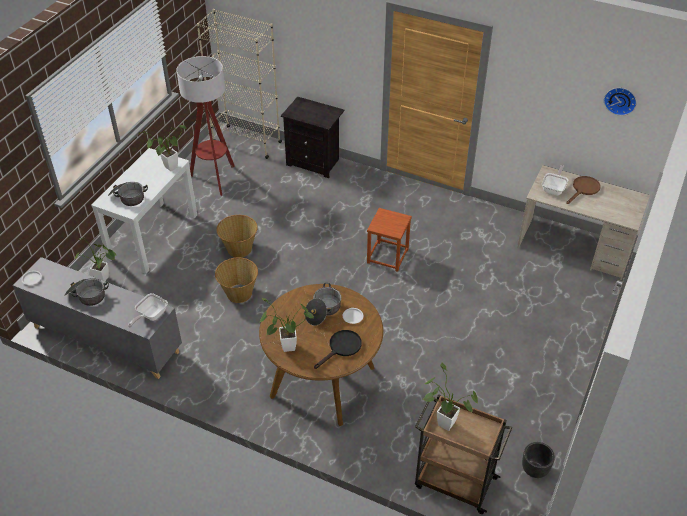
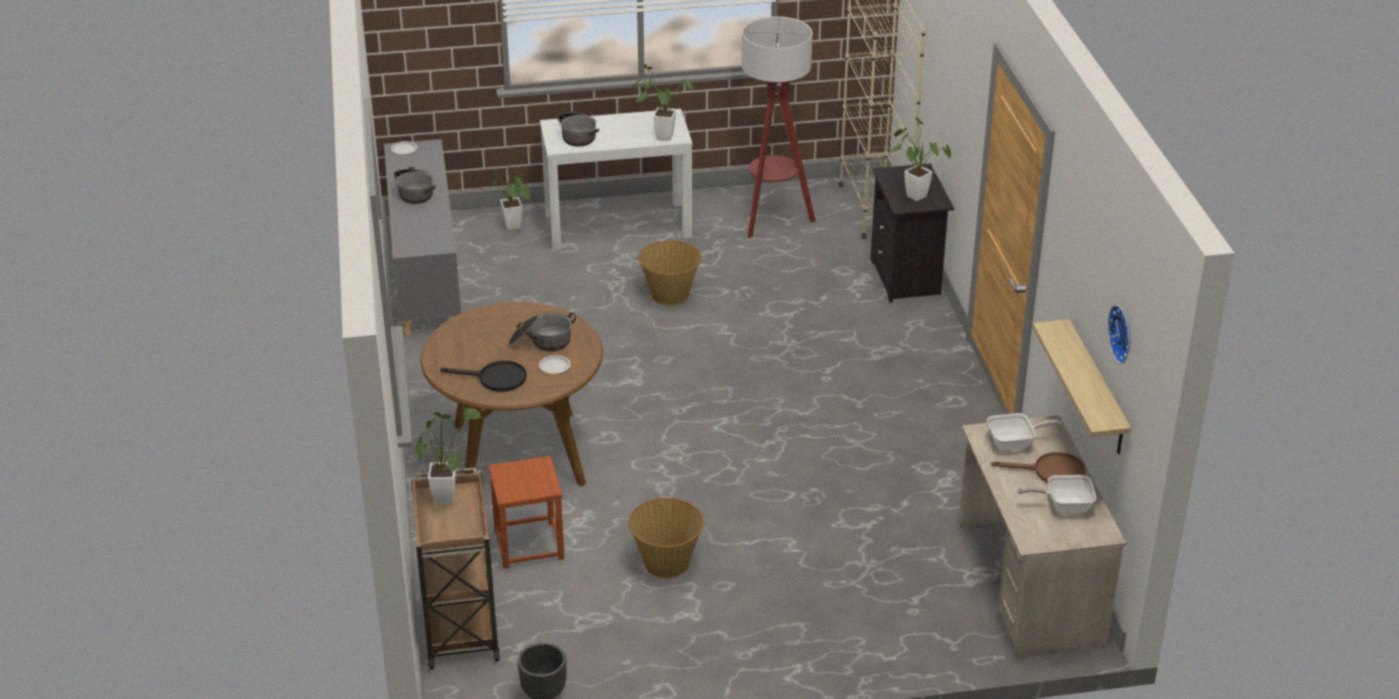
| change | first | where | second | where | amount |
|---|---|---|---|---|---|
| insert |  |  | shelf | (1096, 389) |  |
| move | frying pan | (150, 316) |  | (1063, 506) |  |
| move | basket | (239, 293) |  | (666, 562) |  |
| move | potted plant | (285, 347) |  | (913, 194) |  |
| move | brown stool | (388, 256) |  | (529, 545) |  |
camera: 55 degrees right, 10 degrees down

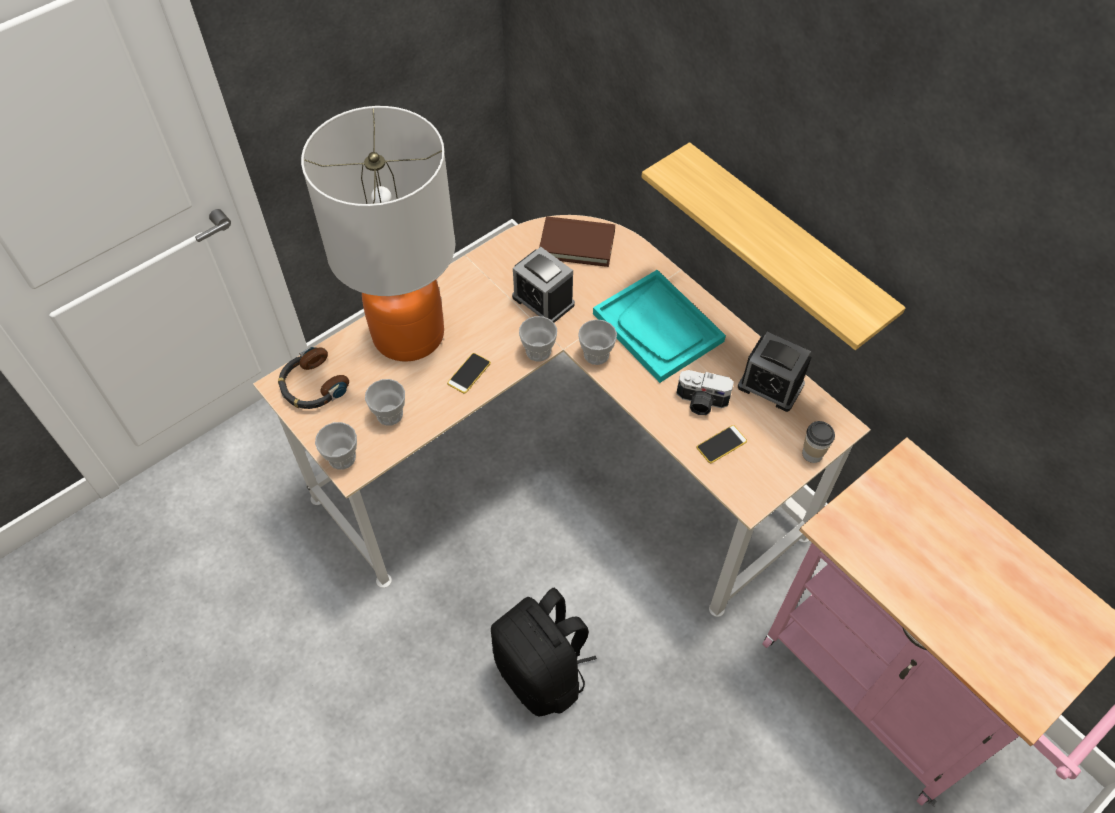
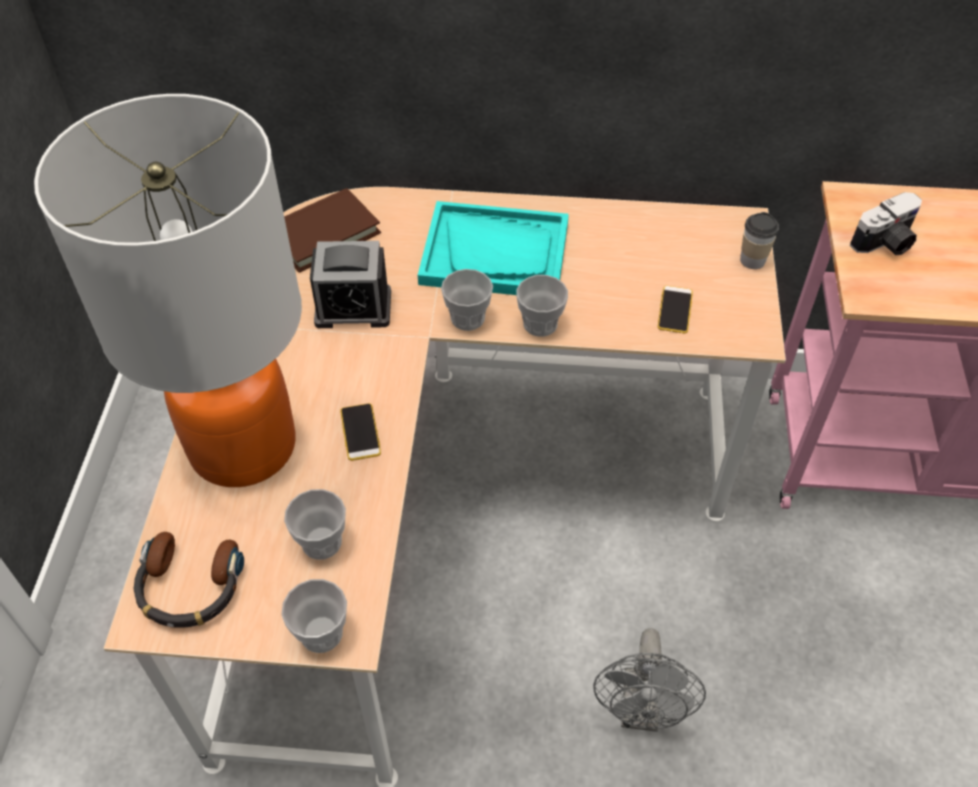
| change | first | where | second | where | amount |
|---|---|---|---|---|---|
| delete | shelf | (783, 247) |  |  |  |
| delete | alarm clock | (770, 386) |  |  |  |
| move | cup | (538, 351) |  | (540, 324) |  |
| move | photo camera | (701, 402) |  | (886, 243) |  |
| replace | black backpack | (542, 673) | grey fan | (641, 712) |  |
camera: 45 degrees left, 5 degrees down

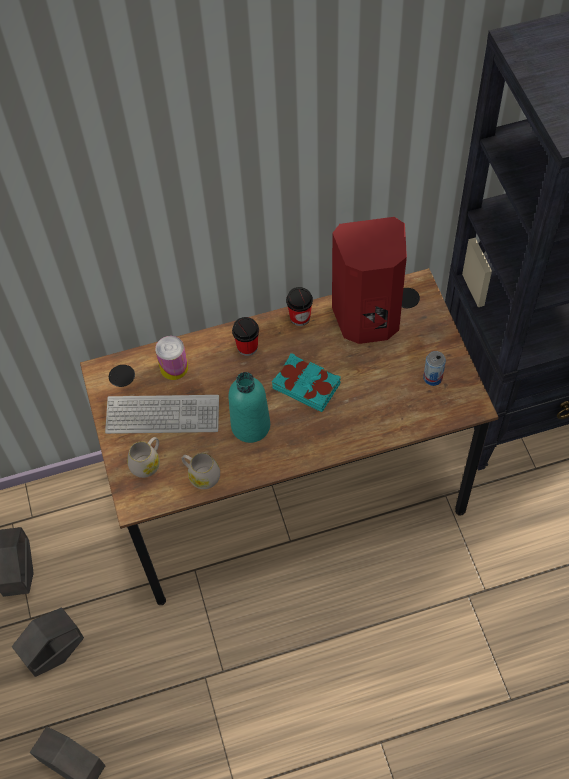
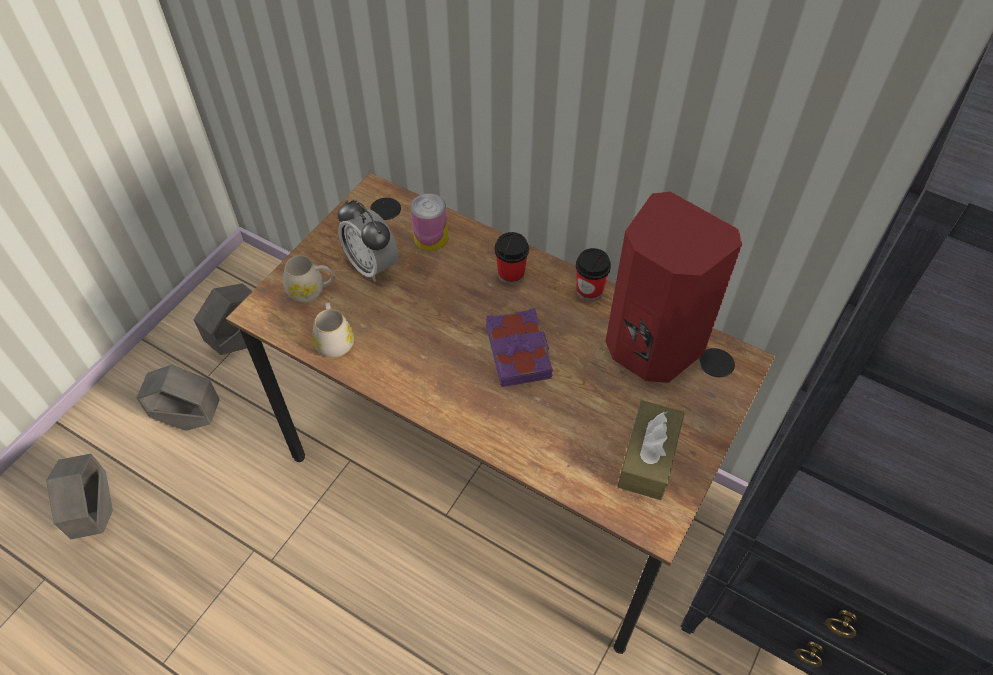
| change | first | where | second | where | amount |
|---|---|---|---|---|---|
| delete | turquoise bottle | (250, 426) |  |  |  |
| replace | keyboard | (163, 415) | alarm clock | (372, 266) |  |
| replace | can | (432, 377) | brown tissue box | (648, 458) |  |
| recolor | turquoise book | (306, 385) | purple book | (519, 352) |  |
camera: 45 degrees right, 5 degrees down

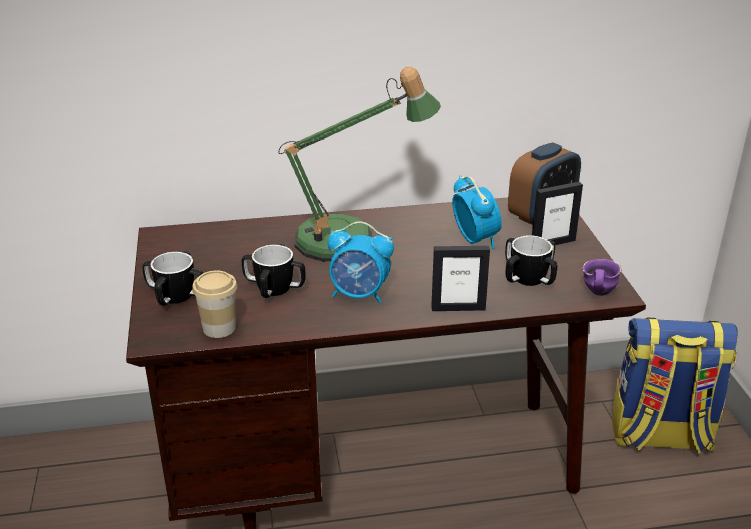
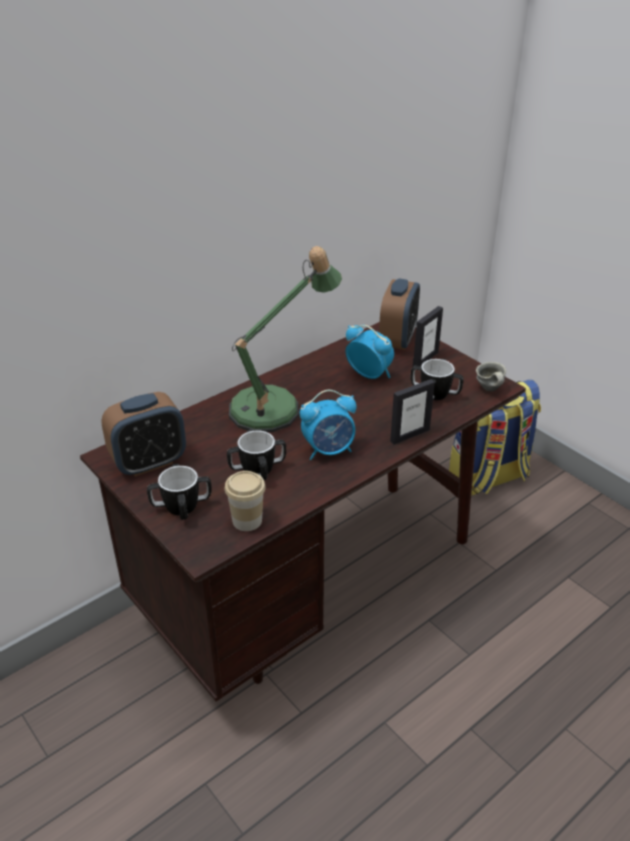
| change | first | where | second | where | amount |
|---|---|---|---|---|---|
| insert |  |  | alarm clock | (149, 462) |  |
| recolor | purple mug | (596, 293) | grey mug | (488, 390) |  |
camera: 30 degrees left, 5 degrees up

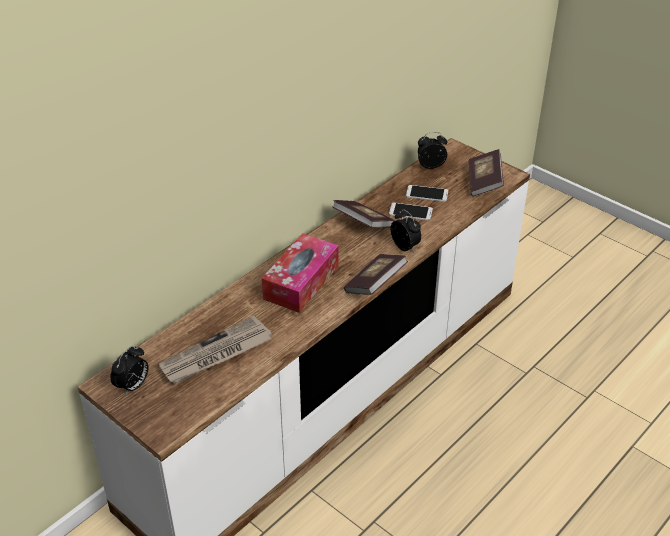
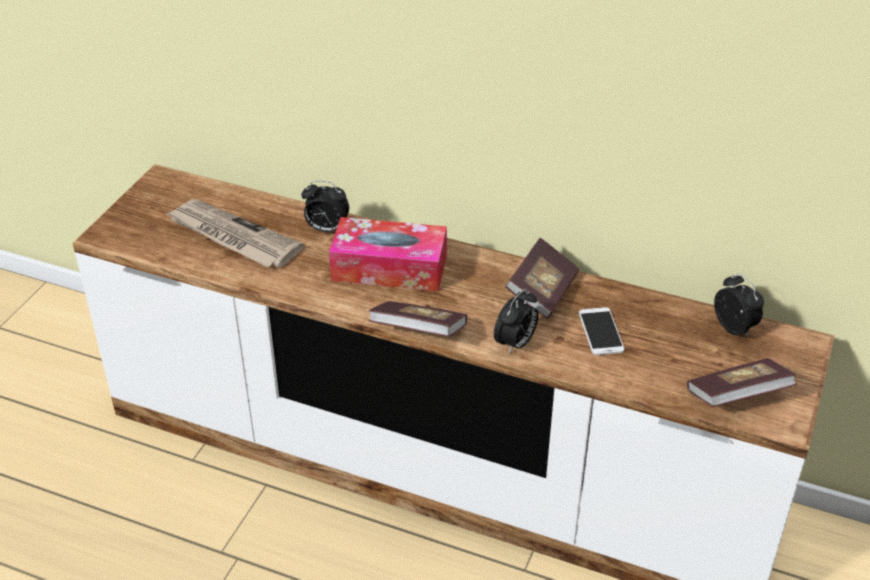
| change | first | where | second | where | amount |
|---|---|---|---|---|---|
| delete | phone | (427, 194) |  |  |  |
| move | alarm clock | (133, 386) |  | (326, 229) |  |
camera: 70 degrees right, 0 degrees up

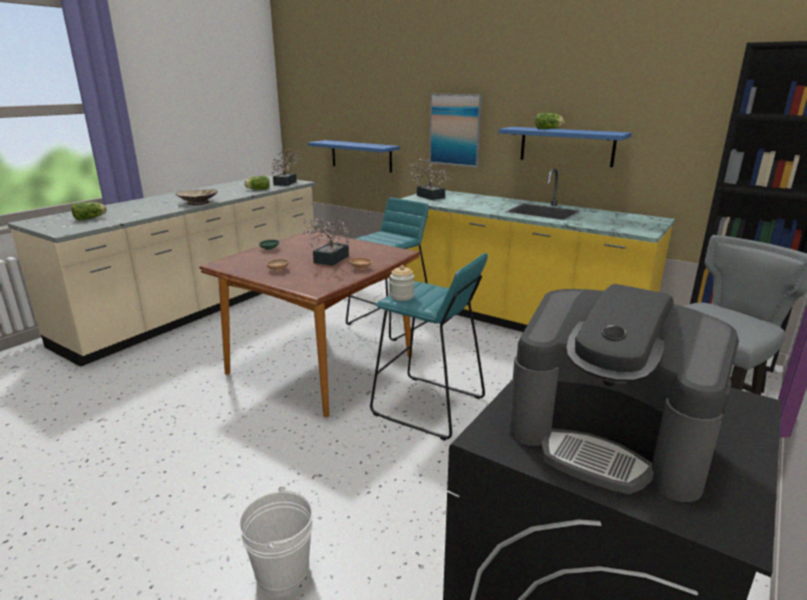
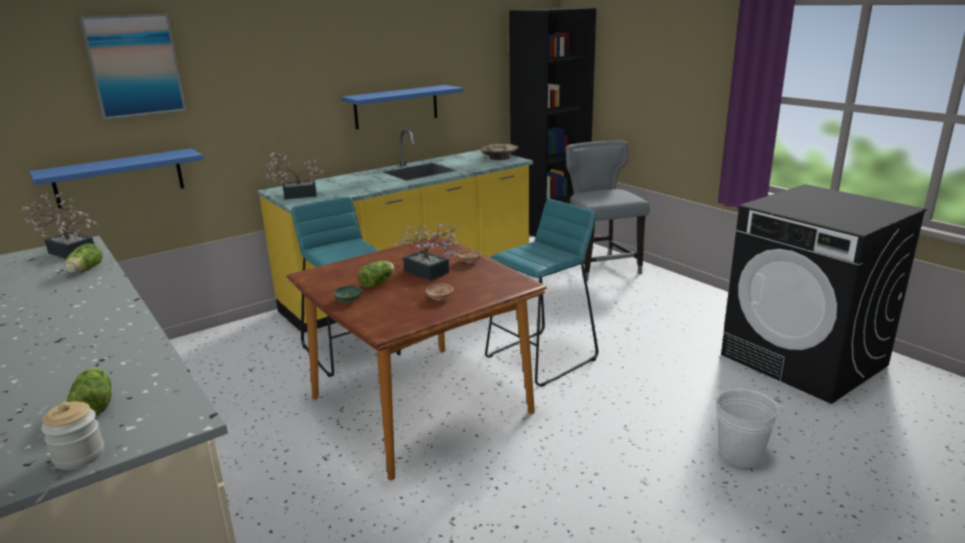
| change | first | where | second | where | amount |
|---|---|---|---|---|---|
| delete | coffee machine | (608, 439) |  |  |  |
| move | beige bowl | (198, 202) |  | (499, 157) |  |
| move | jar | (402, 296) |  | (79, 456) |  |
| move | picture | (455, 130) |  | (134, 66) |  |
| move | lettuce | (549, 129) |  | (378, 282) |  |
camera: 70 degrees left, 0 degrees up

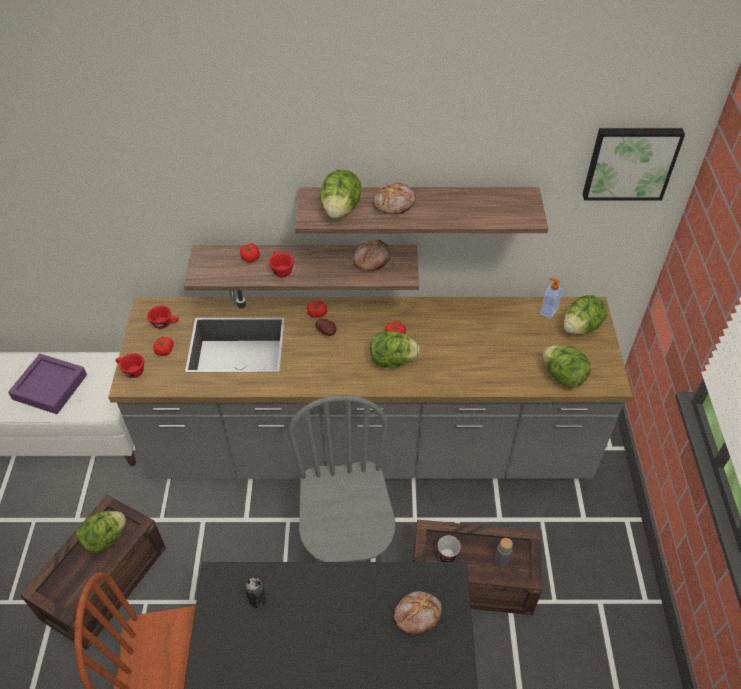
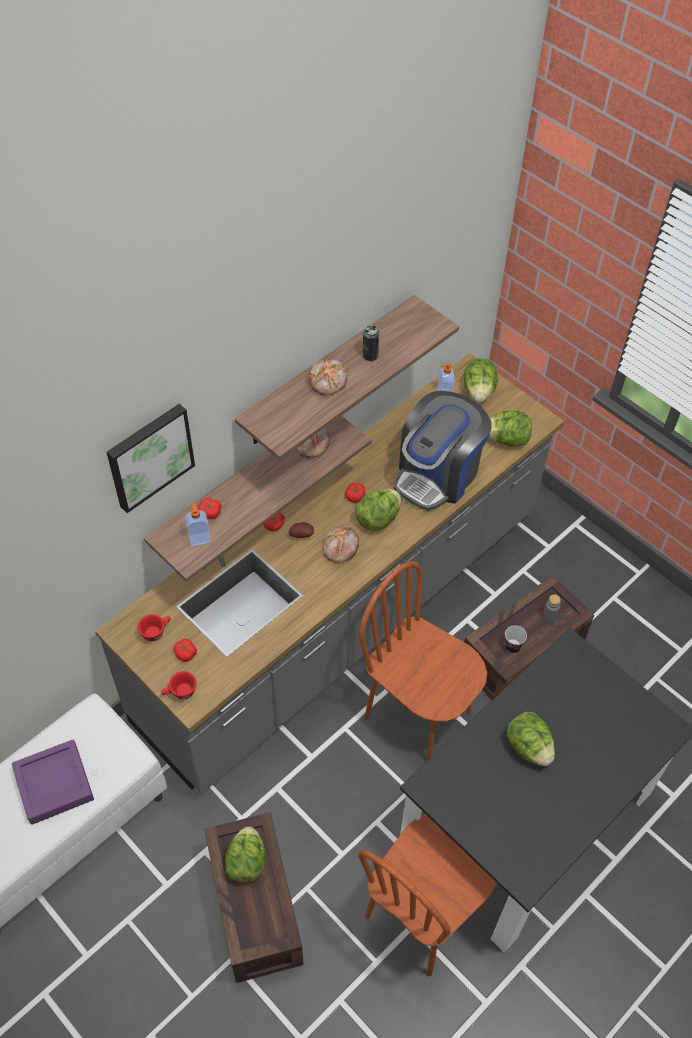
| change | first | where | second | where | amount |
|---|---|---|---|---|---|
| delete | red cup | (281, 270) |  |  |  |
| insert |  |  | soap dispenser | (199, 538) |  |
| insert |  |  | coffee machine | (438, 474) |  |
| move | can | (257, 600) |  | (370, 355) |  |
| move | lettuce | (340, 210) |  | (528, 747) |  |
| move | bread | (416, 614) |  | (340, 547) |  |
| move | picture | (630, 162) |  | (149, 456) |  |
| recolor | grey chair | (347, 554) | brown chair | (418, 714) |  |
camera: 45 degrees left, 5 degrees up

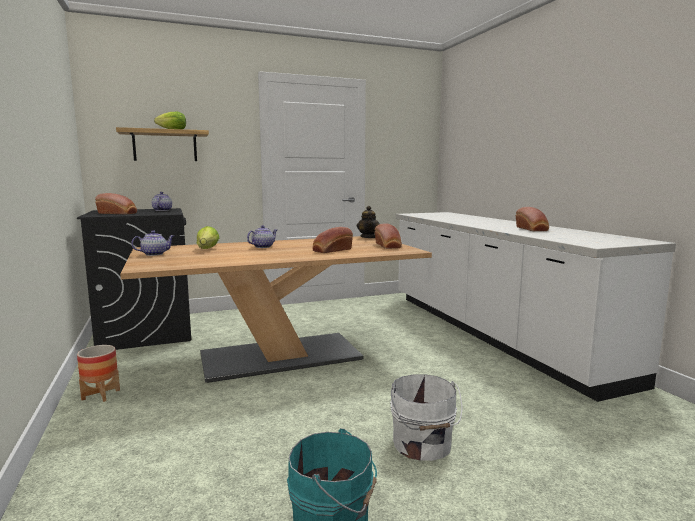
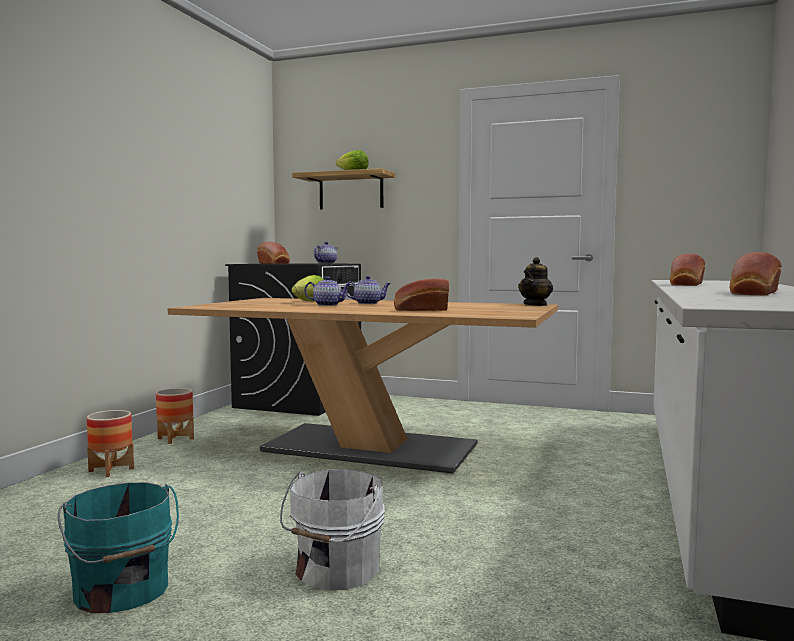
| change | first | where | second | where | amount |
|---|---|---|---|---|---|
| insert |  |  | planter | (111, 470) |  |
| move | teapot | (155, 254) |  | (328, 305) |  |
| move | bread | (388, 246) |  | (686, 284) |  |
camera: 40 degrees right, 5 degrees down

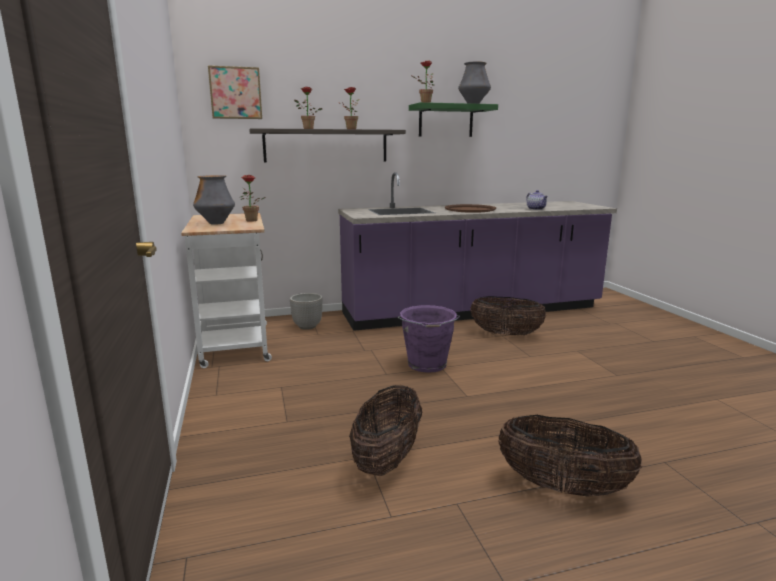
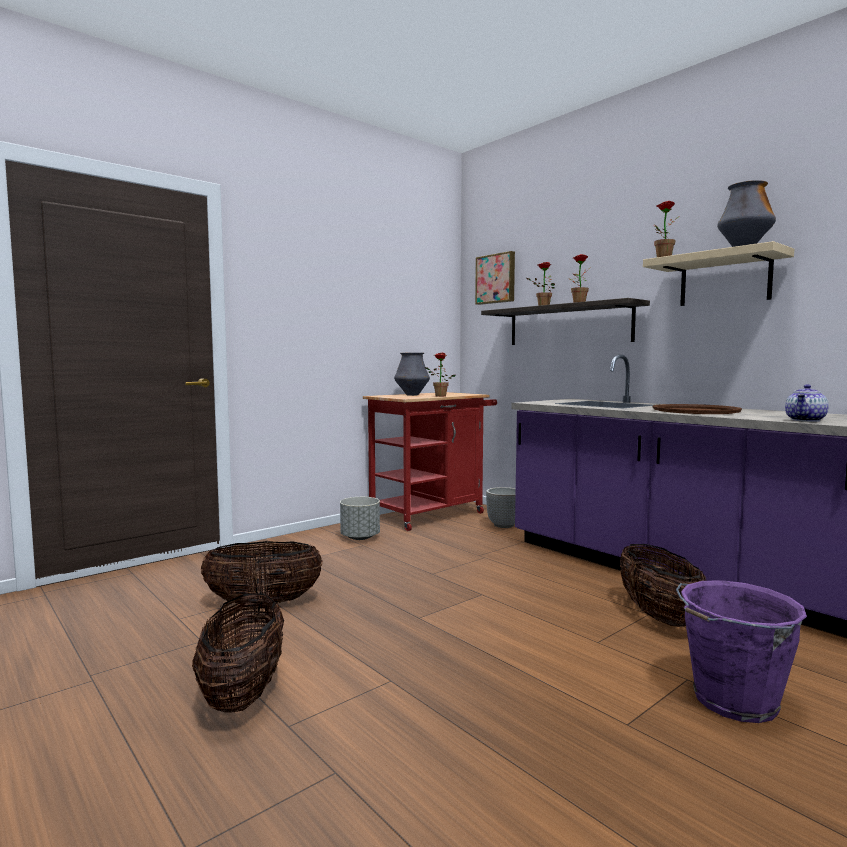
| change | first | where | second | where | amount |
|---|---|---|---|---|---|
| insert |  |  | grey planter | (360, 537) |  |
| move | purple bucket | (427, 365) |  | (732, 701) |  |
| recolor | white cart | (235, 341) | red cart | (432, 514) |  |
| recolor | green shelf | (446, 121) | beige shelf | (724, 280) |  |
camera: 65 degrees right, 10 degrees down

